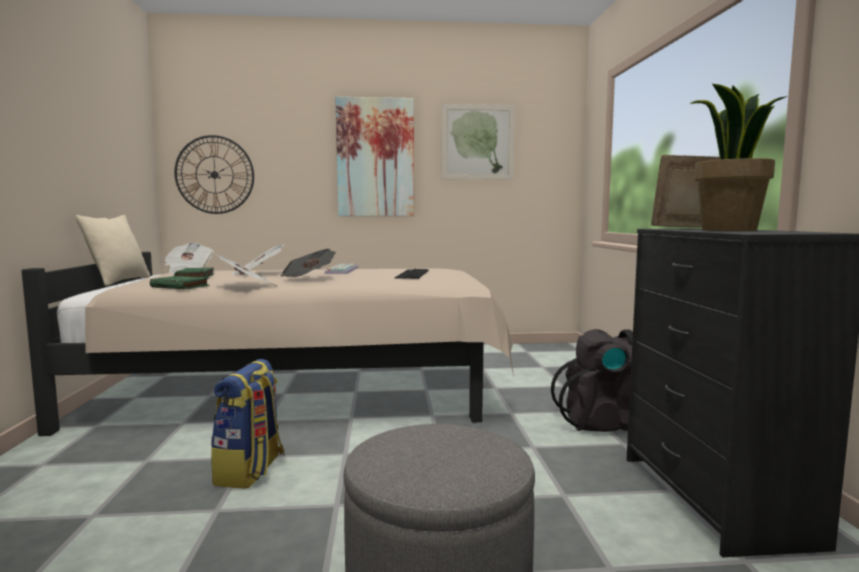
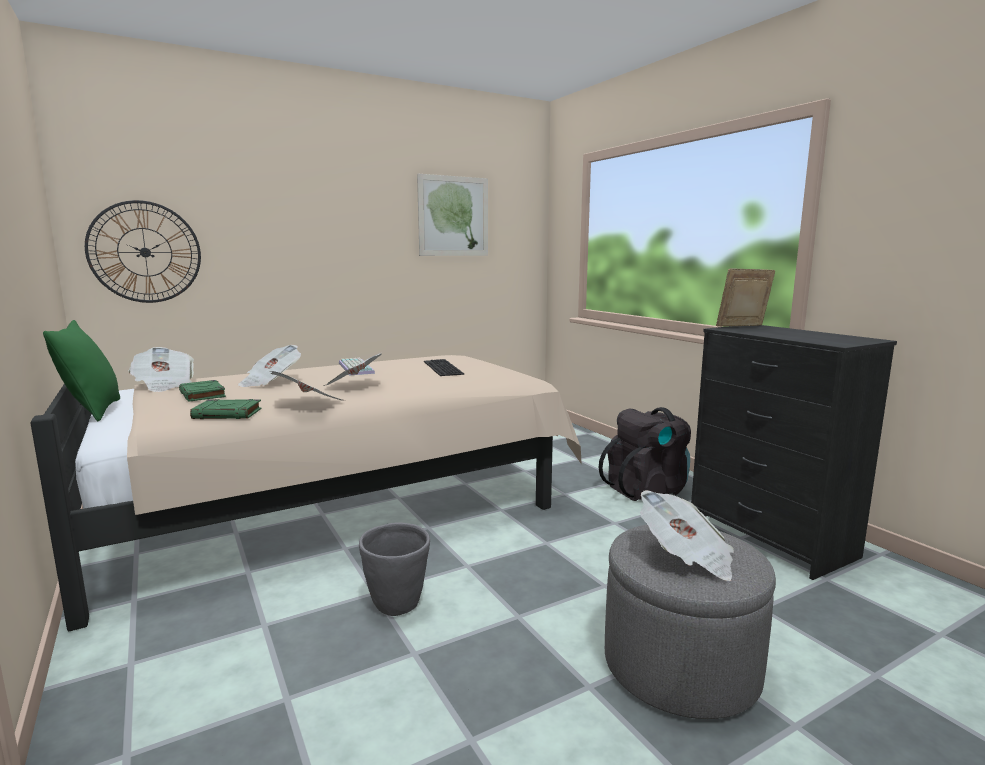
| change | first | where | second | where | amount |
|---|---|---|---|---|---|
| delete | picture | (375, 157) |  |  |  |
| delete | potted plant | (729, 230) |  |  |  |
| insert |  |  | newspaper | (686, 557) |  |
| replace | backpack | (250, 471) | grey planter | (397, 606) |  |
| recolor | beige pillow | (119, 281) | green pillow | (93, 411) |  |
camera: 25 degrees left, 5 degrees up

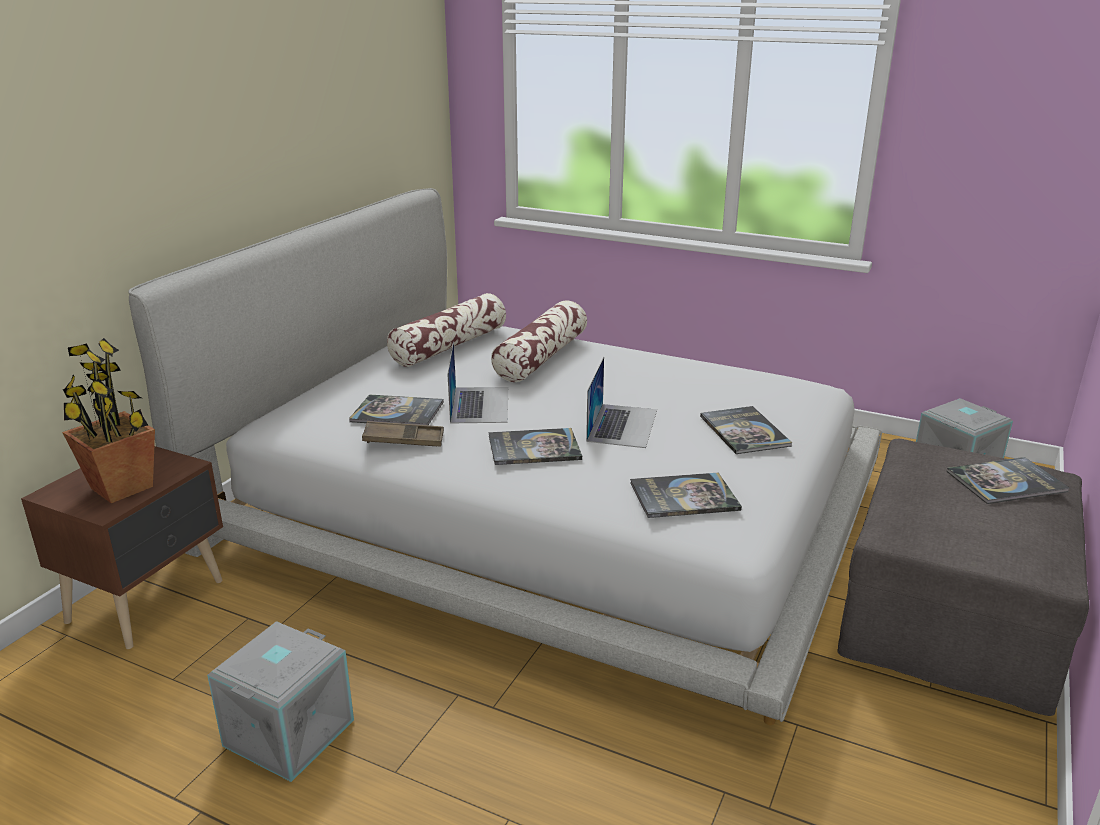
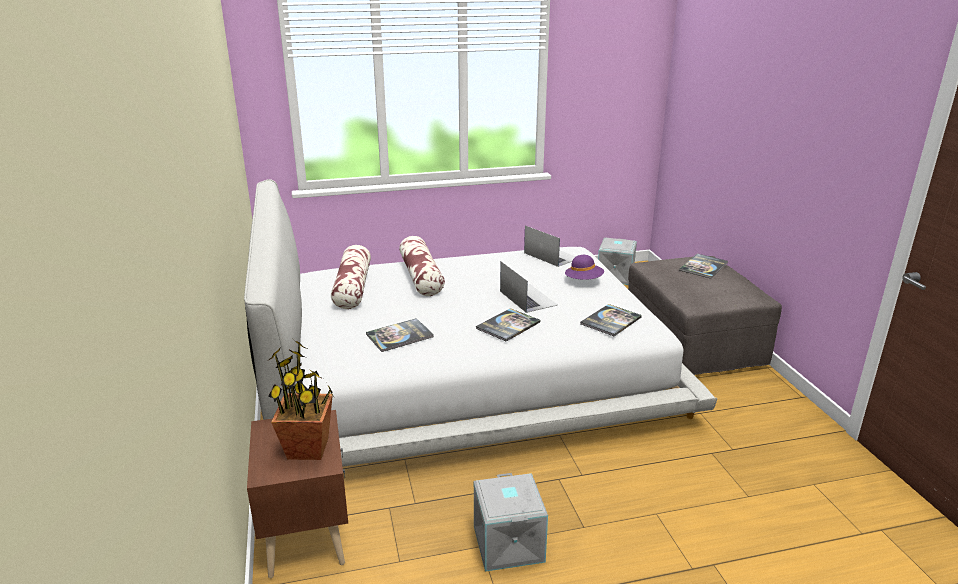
| change | first | where | second | where | amount |
|---|---|---|---|---|---|
| delete | brown tray | (404, 440) |  |  |  |
| move | laptop | (479, 404) |  | (551, 255) |  |
| replace | book | (744, 431) | purple hat | (583, 281) |  |
camera: 40 degrees left, 0 degrees up

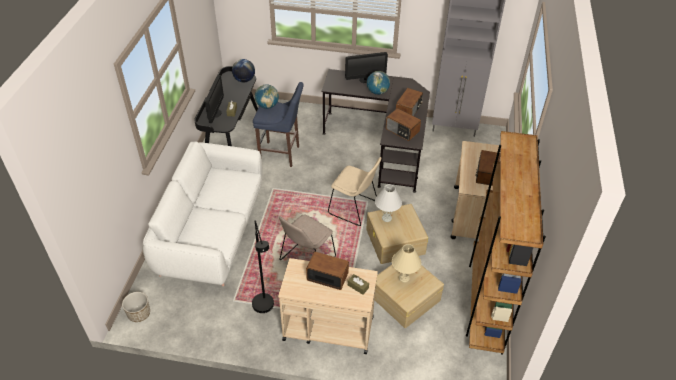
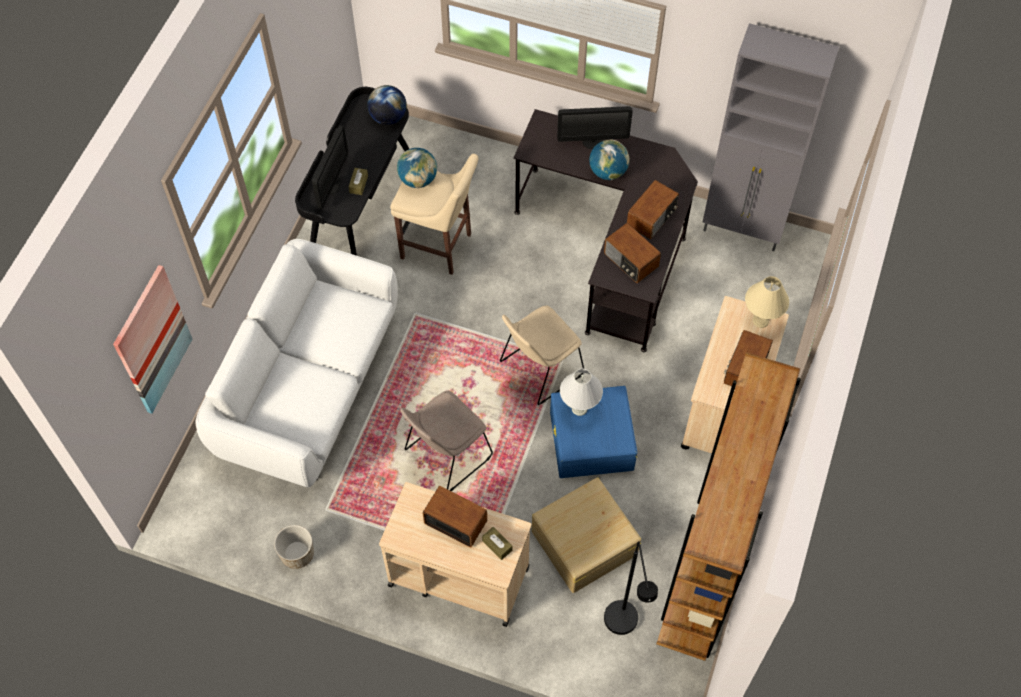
| change | first | where | second | where | amount |
|---|---|---|---|---|---|
| insert |  |  | picture | (152, 340) |  |
| move | planter | (139, 314) |  | (297, 554) |  |
| move | black floor lamp | (265, 309) |  | (623, 628) |  |
| move | beige table lamp | (404, 278) |  | (761, 321) |  |
| recolor | blue stool | (281, 154) | beige stool | (439, 247) |  |
| recolor | beige storage box | (395, 241) | blue storage box | (591, 441) |  |
| rotate | beige chair | (354, 208) |  | (539, 369) | 105 degrees clockwise |
camera: 10 degrees right, 15 degrees up

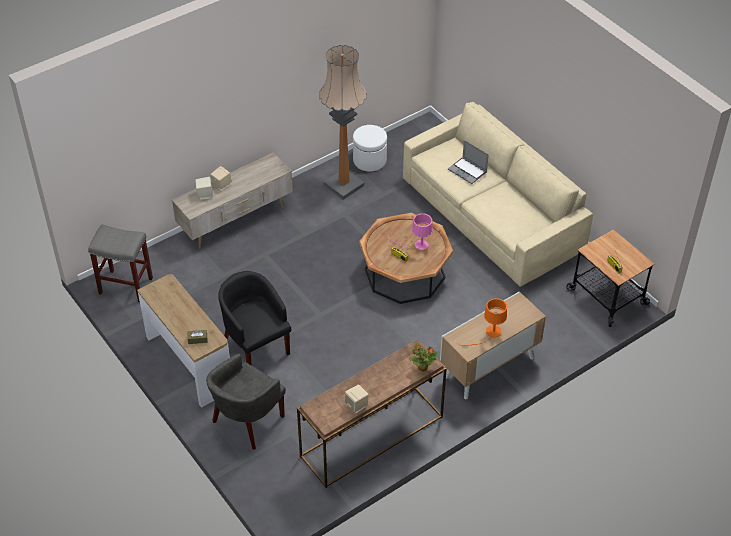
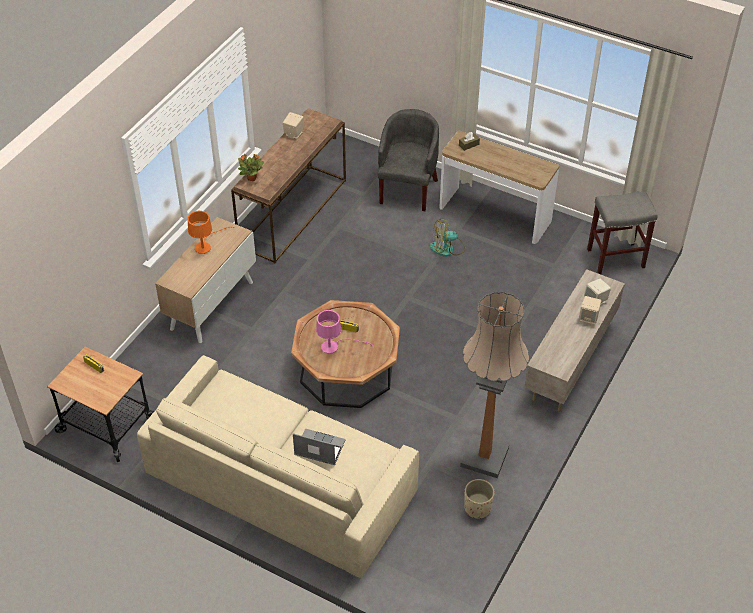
| change | first | where | second | where | amount |
|---|---|---|---|---|---|
| replace | black armchair | (255, 346) | fan | (447, 248) |  |
| replace | white ottoman | (369, 160) | beige planter | (477, 508) |  |
camera: 155 degrees right, 0 degrees up

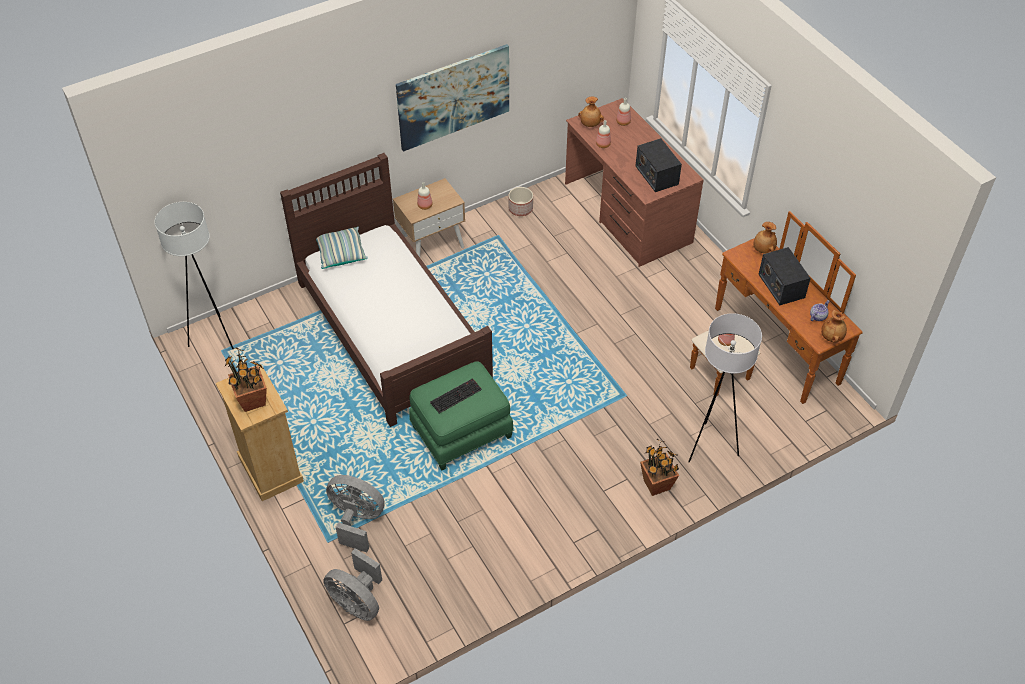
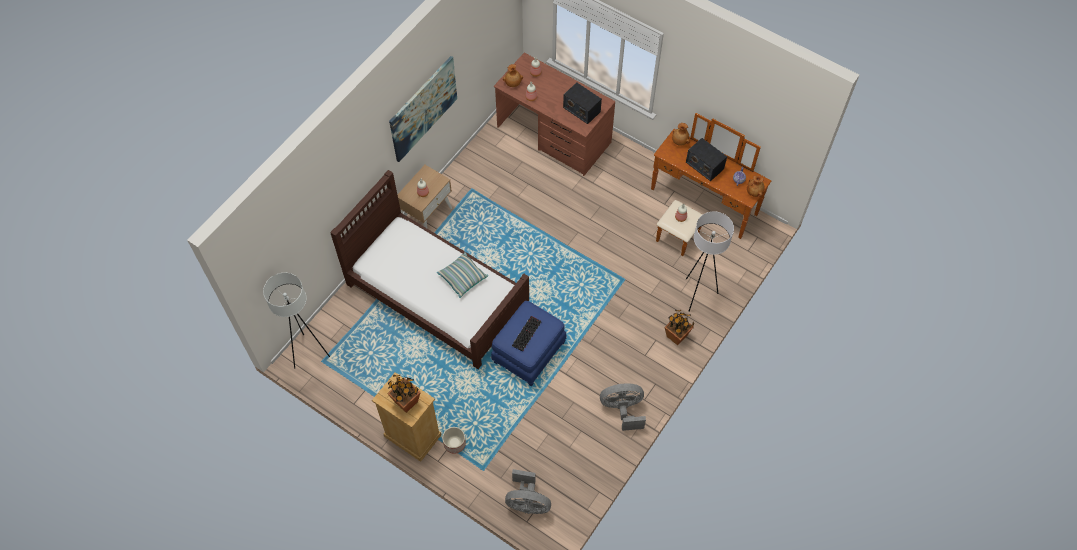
| change | first | where | second | where | amount |
|---|---|---|---|---|---|
| move | pillow | (341, 253) |  | (462, 278) |  |
| move | grey fan | (357, 520) |  | (622, 409) |  |
| move | planter | (520, 208) |  | (454, 443) |  |
| recolor | green ottoman | (461, 431) | blue ottoman | (528, 351) |  |
camera: 25 degrees left, 10 degrees up

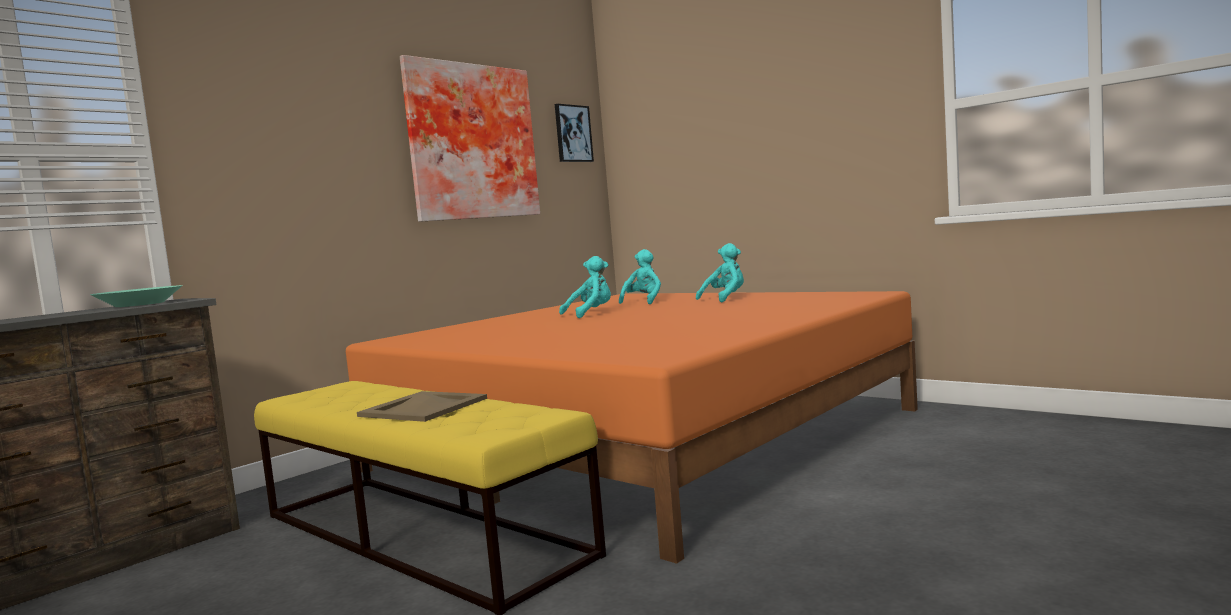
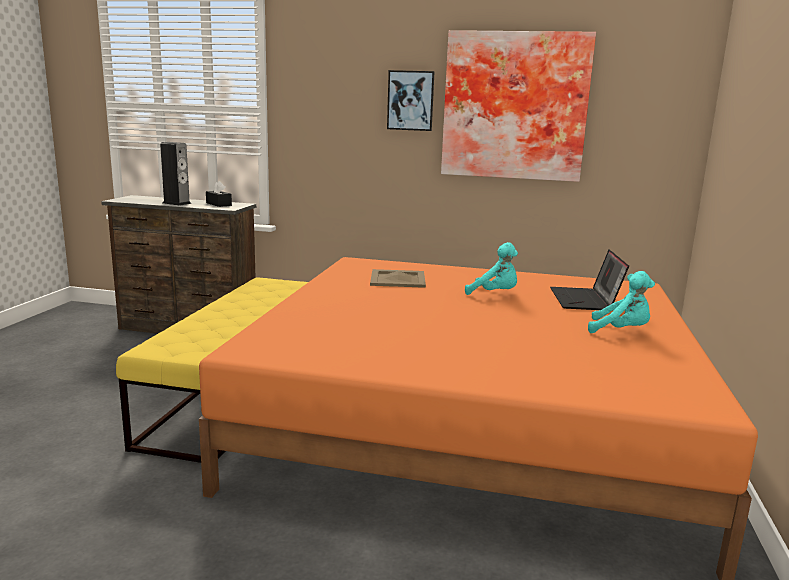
| change | first | where | second | where | amount |
|---|---|---|---|---|---|
| insert |  |  | speaker | (176, 203) |  |
| move | beige tray | (422, 407) |  | (397, 279) |  |
| move | picture | (573, 133) |  | (410, 100) |  |
| replace | turquoise bowl | (139, 304) | black tissue box | (218, 204) |  |
| replace | turquoise plush toy | (643, 302) | laptop | (585, 300) |  |
camera: 60 degrees right, 10 degrees up

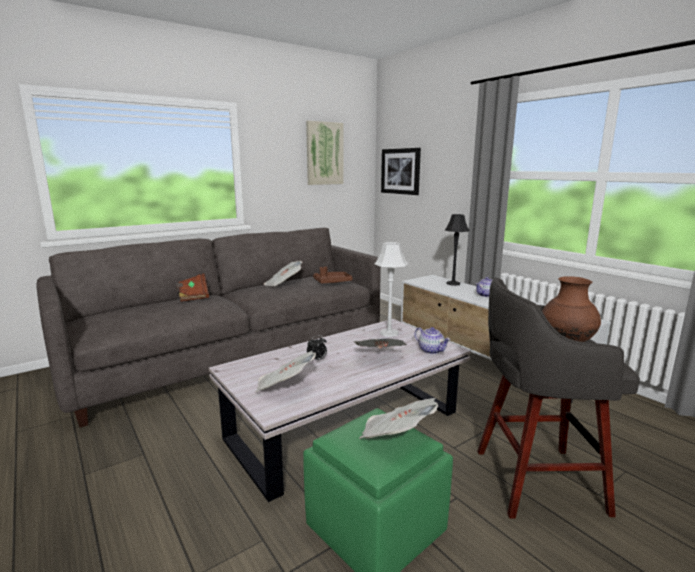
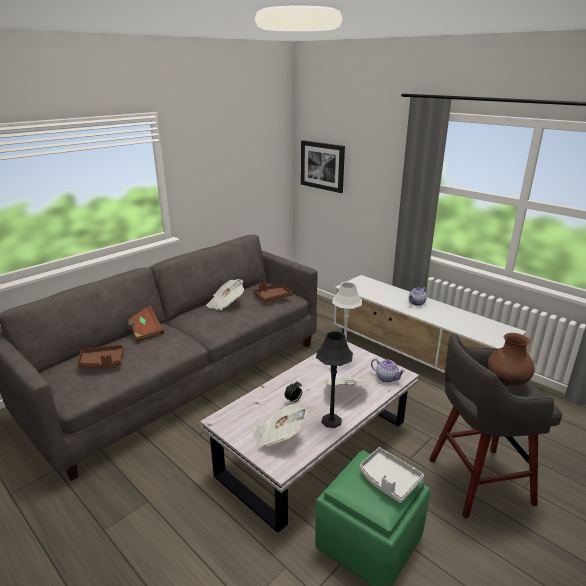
| change | first | where | second | where | amount |
|---|---|---|---|---|---|
| delete | picture | (324, 153) |  |  |  |
| insert |  |  | brown tray | (102, 363) |  |
| move | black table lamp | (453, 283) |  | (331, 421) |  |
| replace | newspaper | (396, 436) | grey tray | (388, 480) |  |
camera: 10 degrees left, 10 degrees up

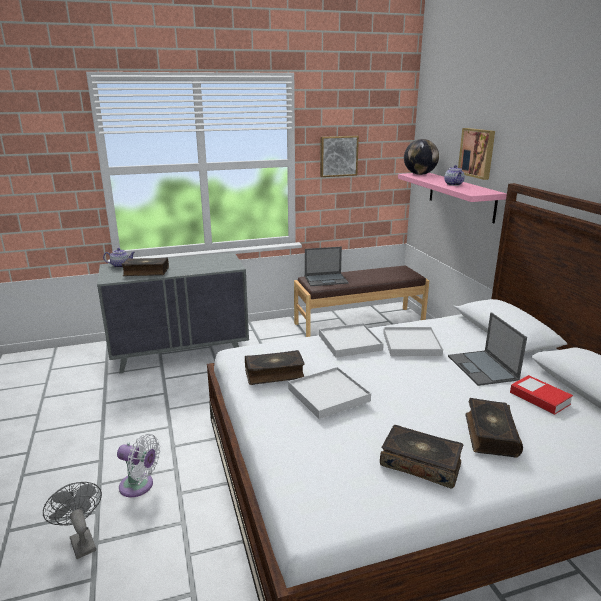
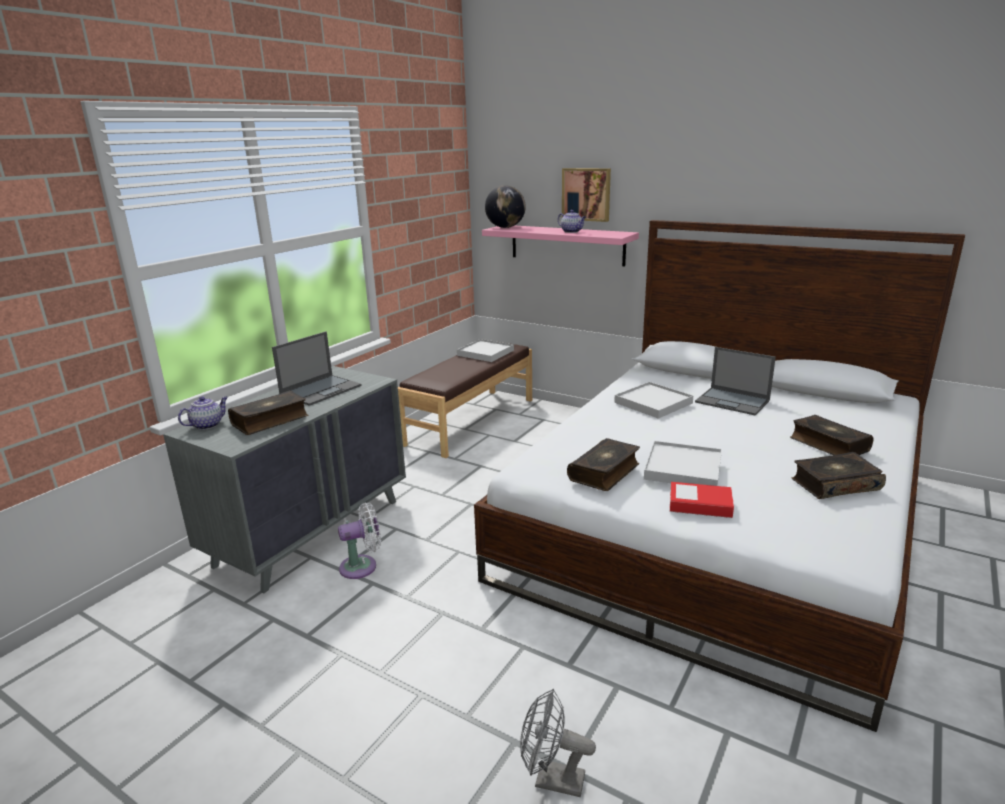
| change | first | where | second | where | amount |
|---|---|---|---|---|---|
| delete | picture | (338, 156) |  |  |  |
| move | white fan | (139, 486) |  | (362, 566) |  |
| move | laptop | (326, 280) |  | (321, 390) |  |
| move | white tray | (350, 343) |  | (485, 353) |  |
| move | book | (539, 398) |  | (700, 505) |  |
camera: 40 degrees left, 0 degrees up

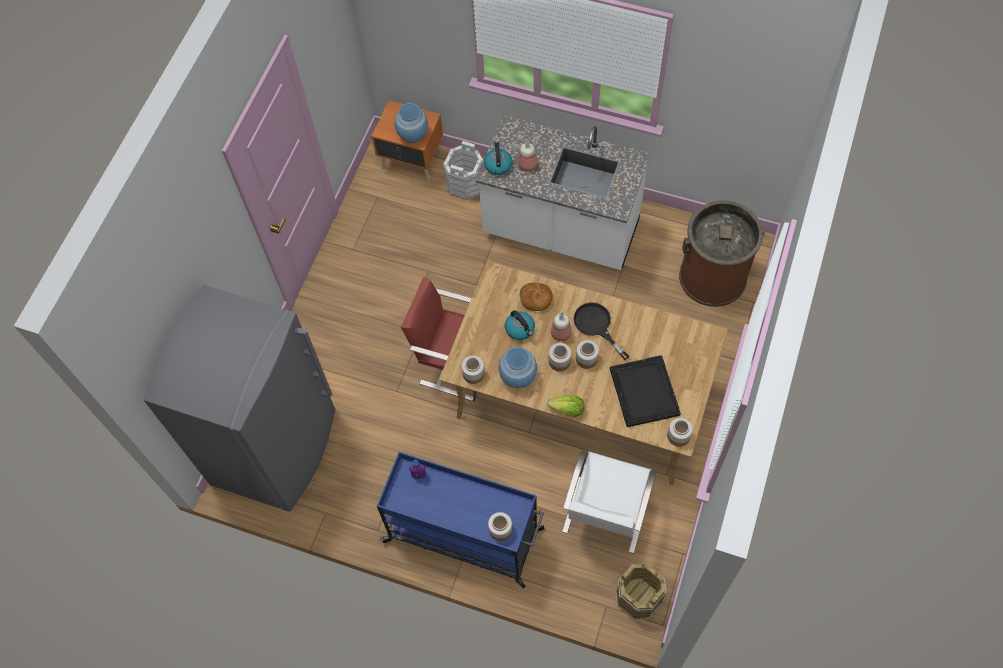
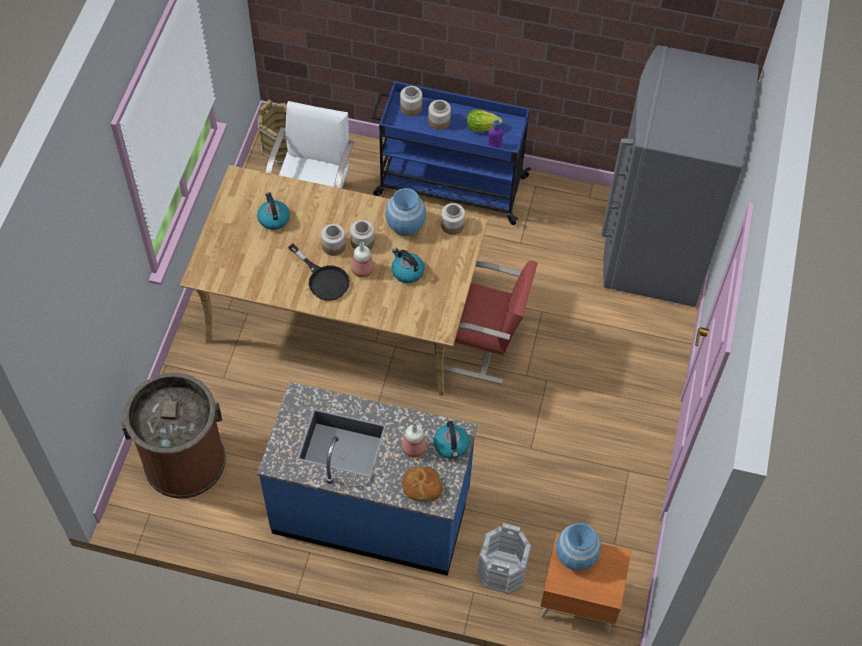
| change | first | where | second | where | amount |
|---|---|---|---|---|---|
| move | bread | (536, 299) |  | (422, 486) |  |
| move | lettuce | (568, 410) |  | (481, 127) |  |
| move | jar | (678, 435) |  | (439, 122) |  |
| replace | black tray | (644, 391) | kettle | (273, 218) |  |
| recolor | white counter | (561, 230) | blue counter | (371, 511) |  |
camera: 170 degrees right, 5 degrees down

